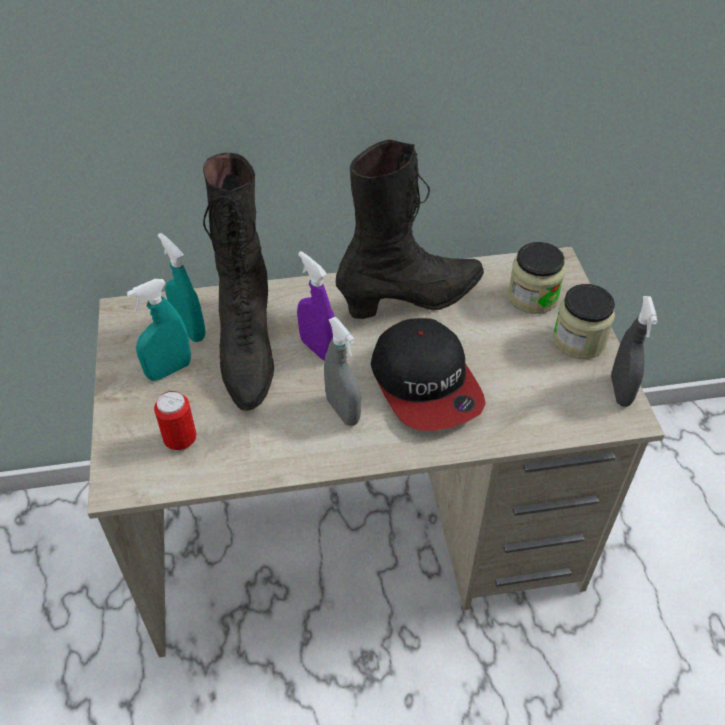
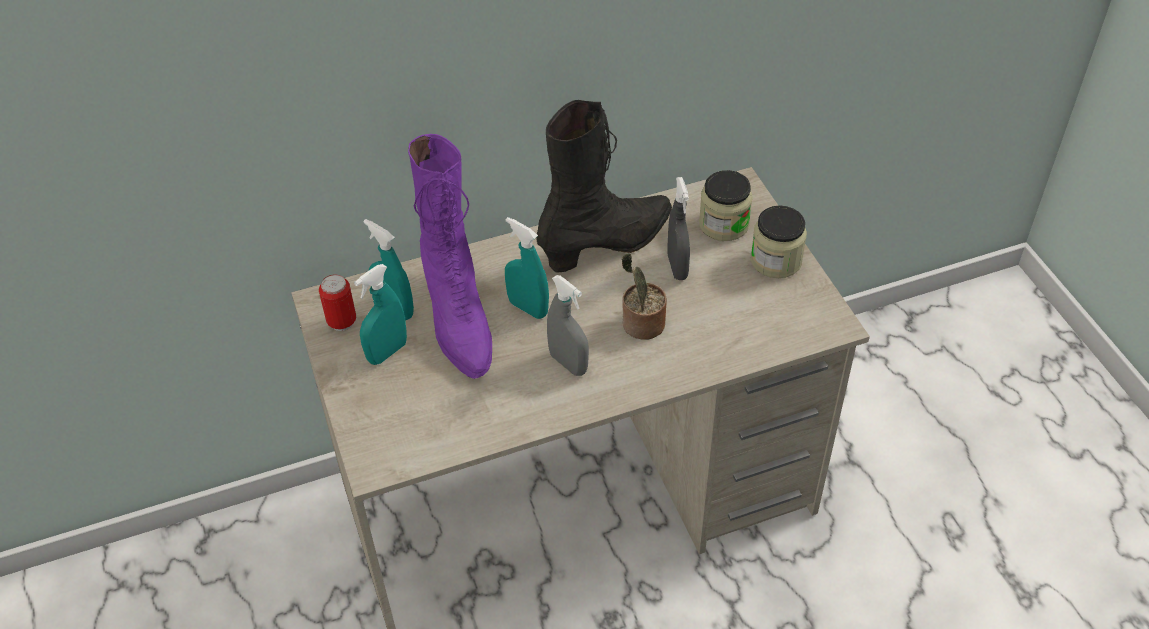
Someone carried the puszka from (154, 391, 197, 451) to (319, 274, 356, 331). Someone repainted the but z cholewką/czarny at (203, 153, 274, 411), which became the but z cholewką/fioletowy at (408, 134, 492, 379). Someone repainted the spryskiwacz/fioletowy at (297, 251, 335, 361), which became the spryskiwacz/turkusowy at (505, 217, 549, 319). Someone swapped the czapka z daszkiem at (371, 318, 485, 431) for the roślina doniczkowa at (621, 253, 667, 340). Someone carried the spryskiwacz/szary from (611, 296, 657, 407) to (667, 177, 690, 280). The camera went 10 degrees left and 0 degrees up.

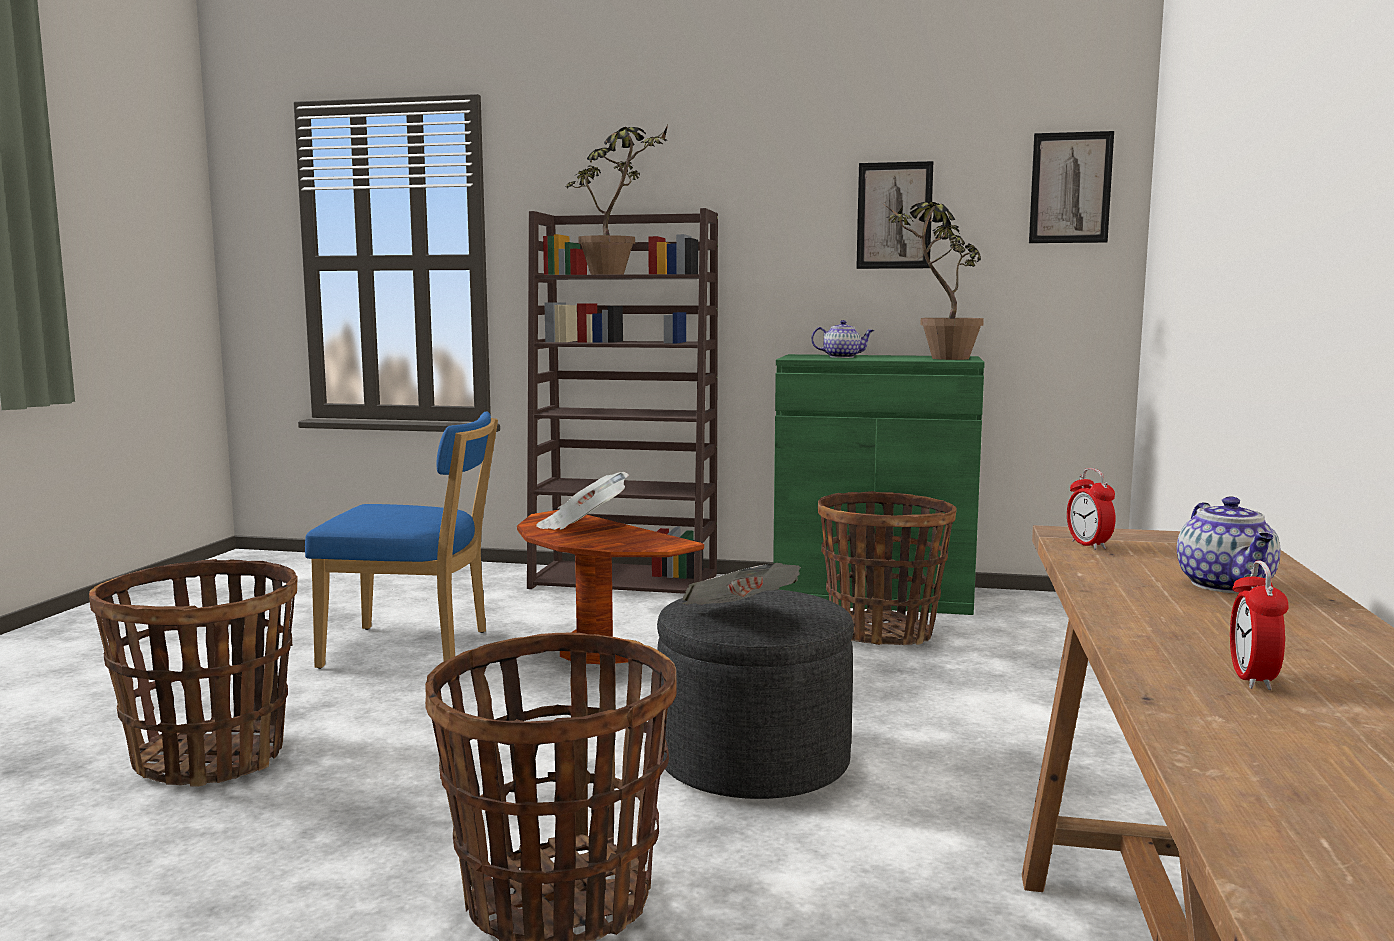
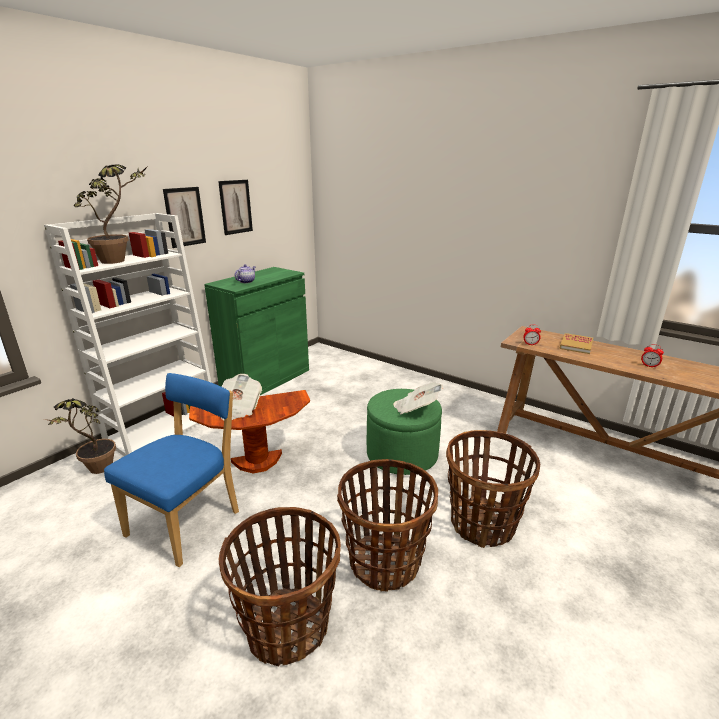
Someone repainted the regał/brązowy at (527, 208, 718, 594), which became the regał/biały at (44, 213, 212, 456). Someone repainted the pufa/szary at (657, 589, 854, 799), which became the pufa/zielony at (367, 389, 442, 475). Someone carried the koszyk from (818, 491, 957, 645) to (337, 459, 438, 592). Someone carried the roślina doniczkowa from (882, 202, 984, 360) to (44, 398, 116, 474). Someone carried the obraz from (1029, 131, 1114, 243) to (163, 187, 206, 248). Someone swapped the imbryk at (1177, 496, 1281, 593) for the książka at (560, 333, 593, 354). The camera went 65 degrees left and 15 degrees up.

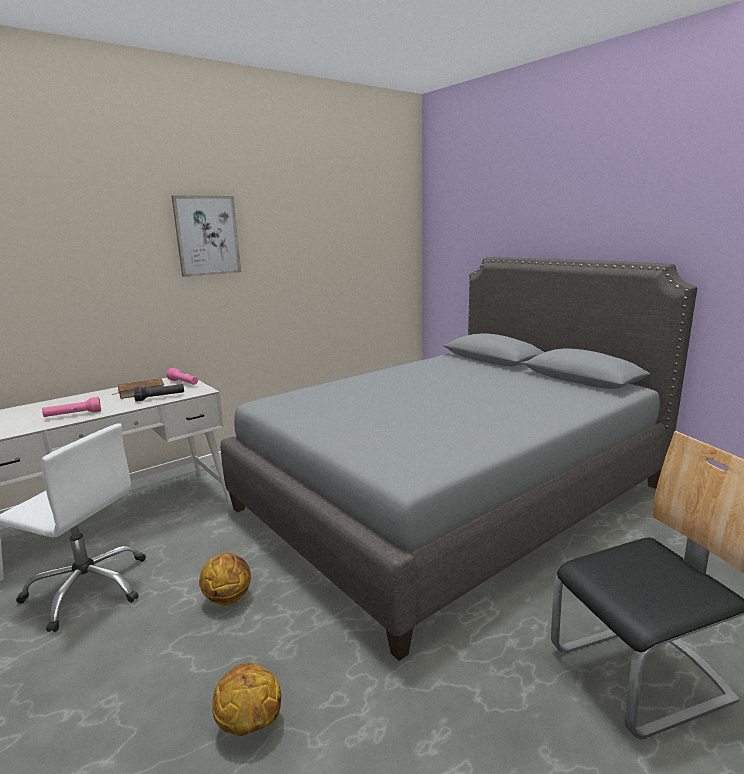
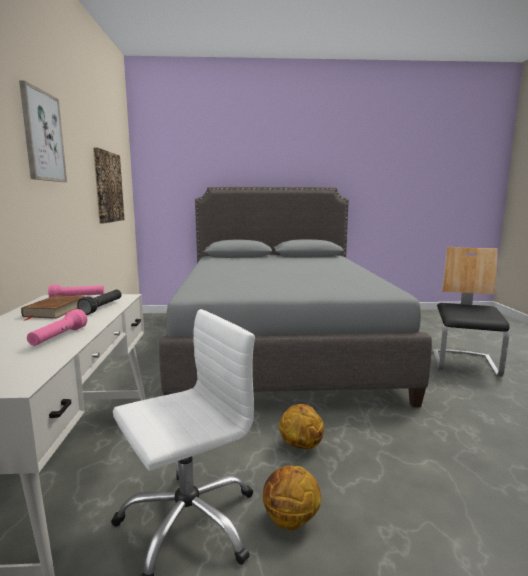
Someone carried the piłka do koszykówki from (212, 663, 281, 736) to (263, 466, 321, 531). Someone put up the obraz at (93, 148, 124, 223). The camera went 55 degrees left and 5 degrees down.

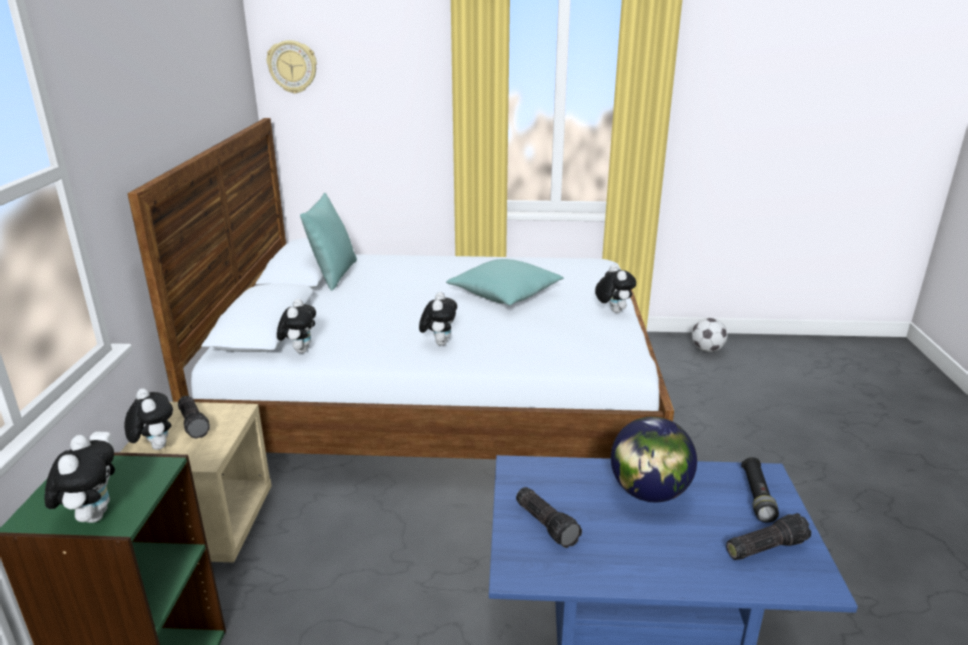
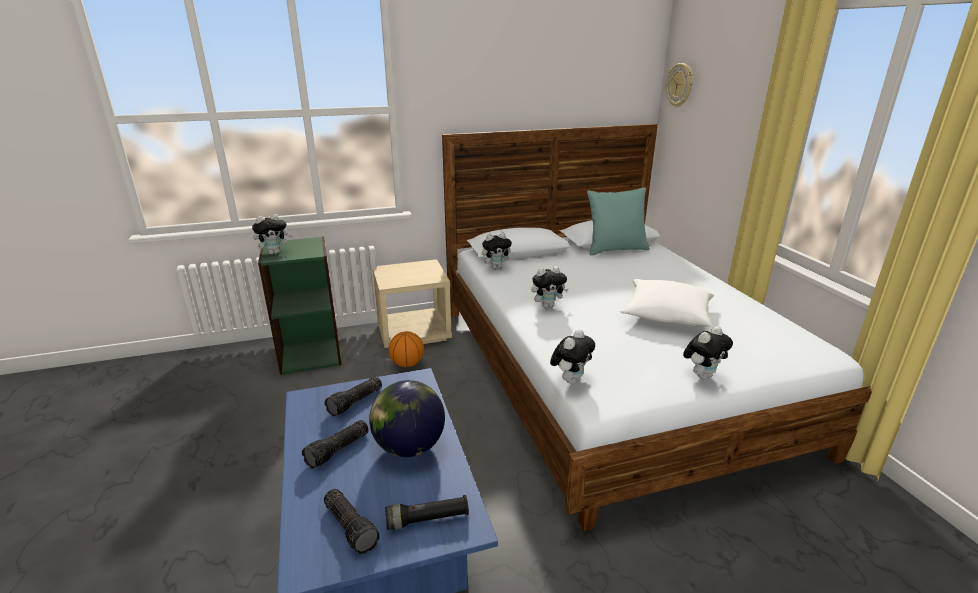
Someone carried the pluszak from (124, 388, 173, 450) to (550, 329, 595, 384). Someone carried the latarka from (178, 396, 210, 439) to (302, 420, 369, 469). Someone repainted the poduszka/turkusowy at (446, 259, 564, 306), which became the poduszka/biały at (620, 279, 714, 327). Someone took away the piłka futbolowa at (692, 318, 727, 352). Someone put down the piłka do koszykówki at (388, 331, 424, 367). The camera went 70 degrees right and 0 degrees up.

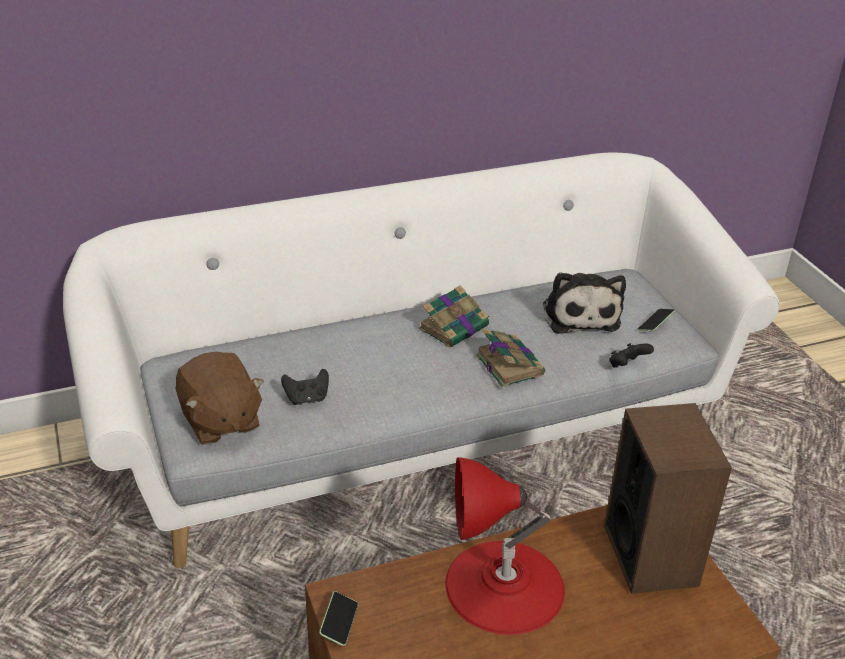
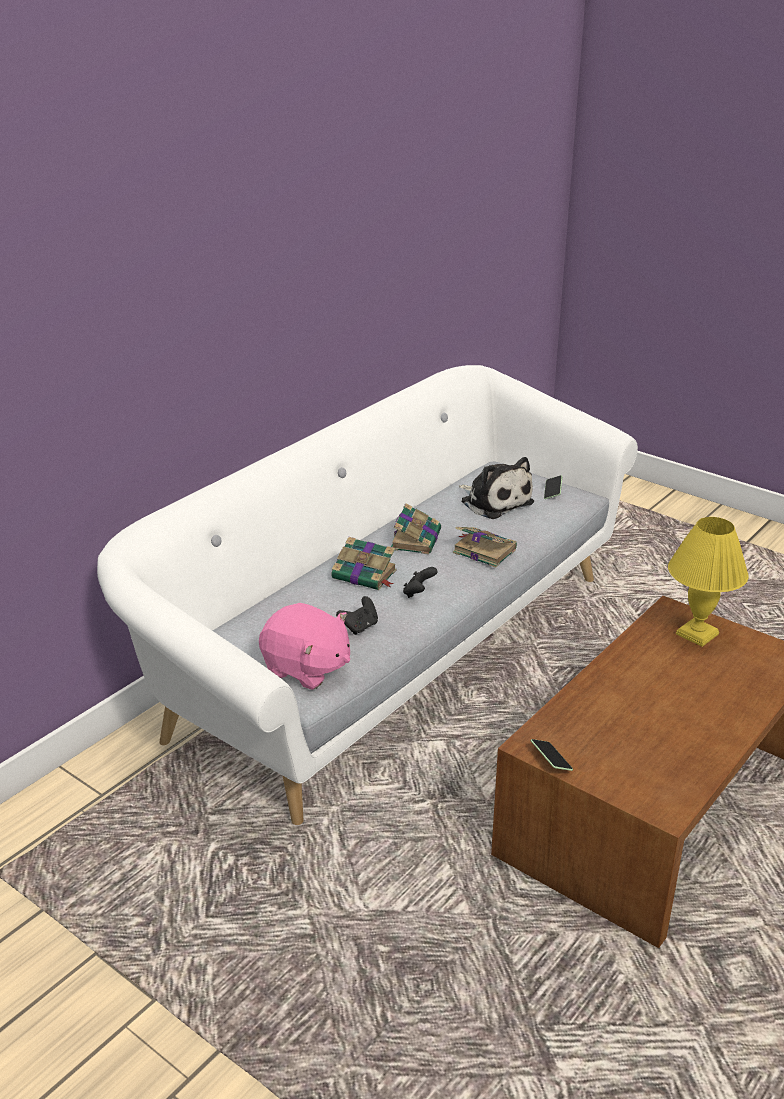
Someone repainted the pluszak/brązowy at (175, 352, 264, 445), which became the pluszak/różowy at (259, 603, 350, 690). Someone took away the lampa stołowa/czerwony at (445, 457, 565, 635). Someone swapped the głośnik at (604, 403, 732, 594) for the lampa stołowa/żółty at (668, 517, 749, 647). Someone carried the pad do gier/czarny from (609, 343, 654, 368) to (403, 567, 438, 598). Someone put down the książka at (331, 537, 397, 590). The camera went 30 degrees left and 5 degrees down.

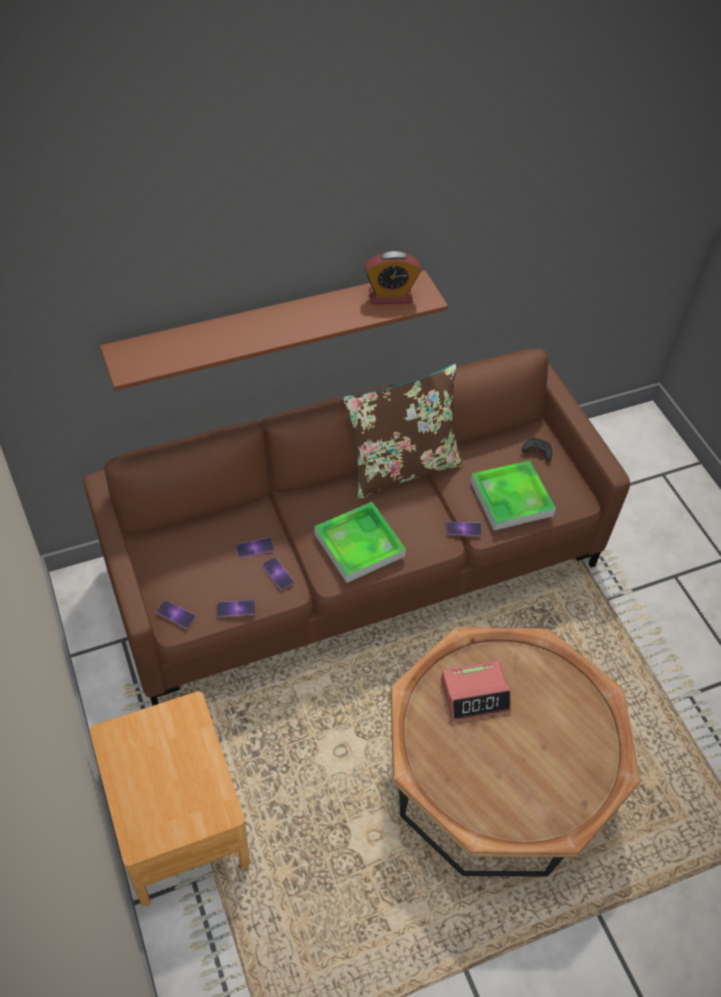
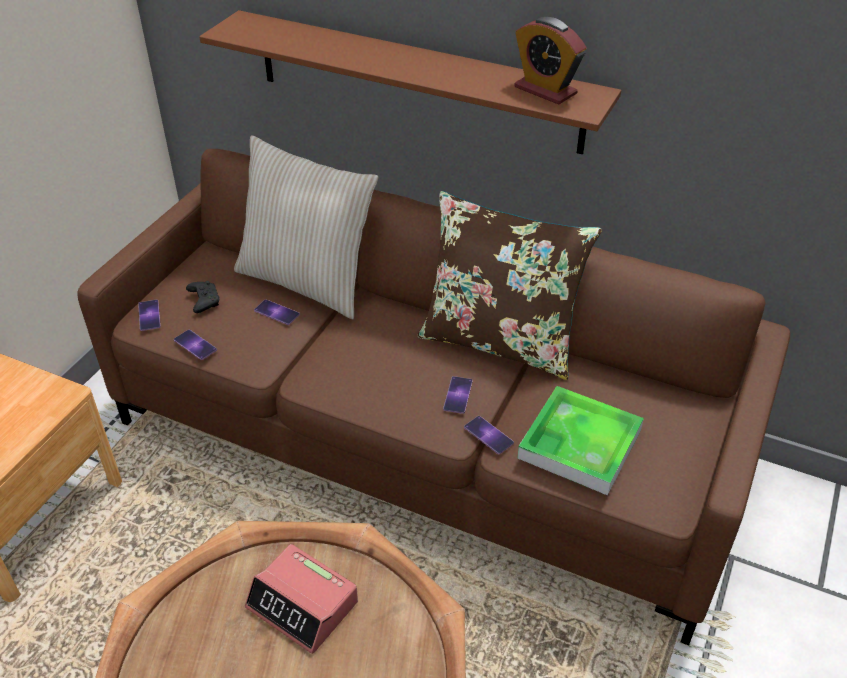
Someone carried the telefon from (262, 557, 294, 590) to (443, 376, 473, 414). Someone took away the taca at (314, 502, 406, 583). Someone carried the pad do gier/czarny from (522, 437, 552, 462) to (186, 281, 219, 313). Someone put down the poduszka/beżowy at (234, 135, 378, 319). The camera went 50 degrees right and 10 degrees down.

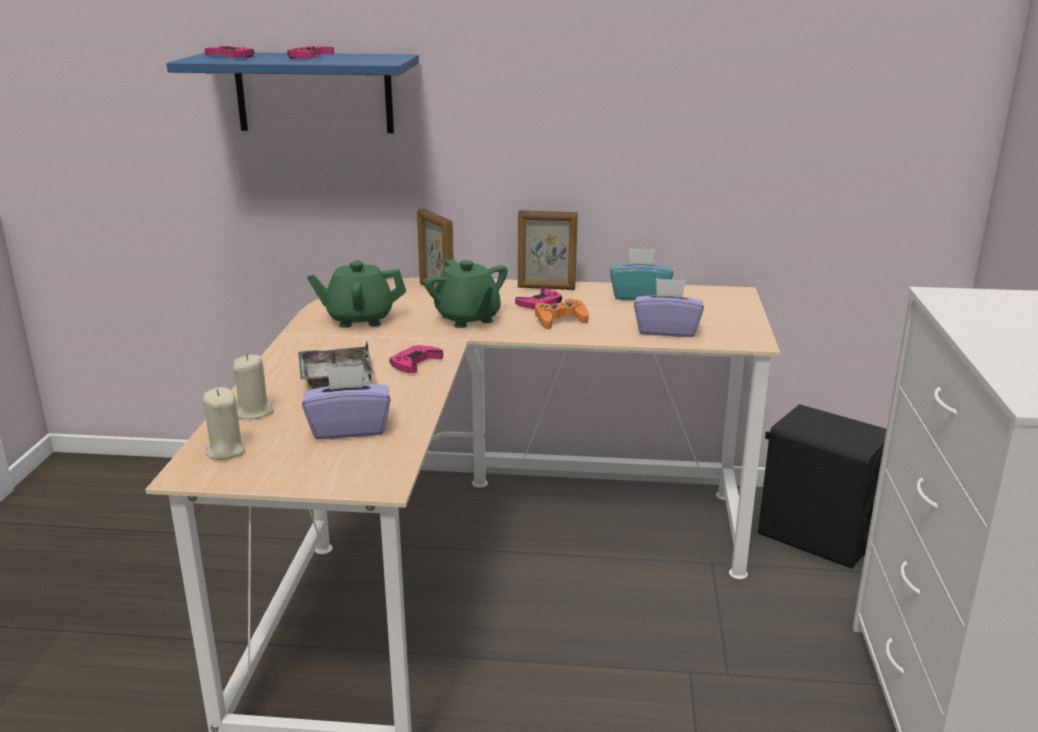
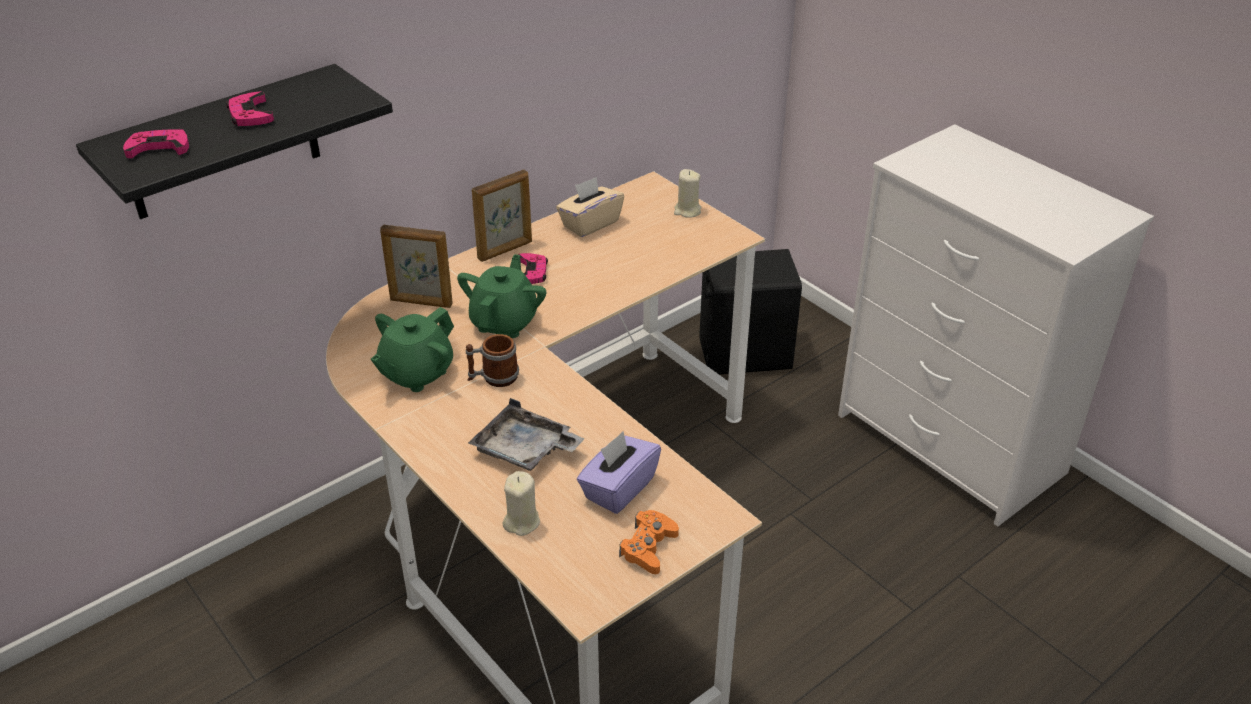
Someone repainted the półka/niebieski at (166, 53, 419, 133), which became the półka/czarny at (76, 64, 393, 219). Someone carried the świeca/beżowy from (203, 387, 245, 460) to (674, 169, 701, 218). Someone took away the pad do gier/różowy at (390, 345, 443, 373). Someone rotated the imbryk/zielony at (425, 259, 508, 328) by 90 degrees counterclockwise. Someone carried the pad do gier/pomarańczowy from (535, 299, 588, 329) to (619, 510, 679, 574). Someone repainted the pudełko chusteczek/turkusowy at (610, 248, 673, 300), which became the pudełko chusteczek/beżowy at (556, 177, 624, 237). Someone took away the pudełko chusteczek/fioletowy at (634, 278, 704, 337). Someone put down the kubek at (465, 334, 519, 387). The camera went 45 degrees left and 15 degrees up.

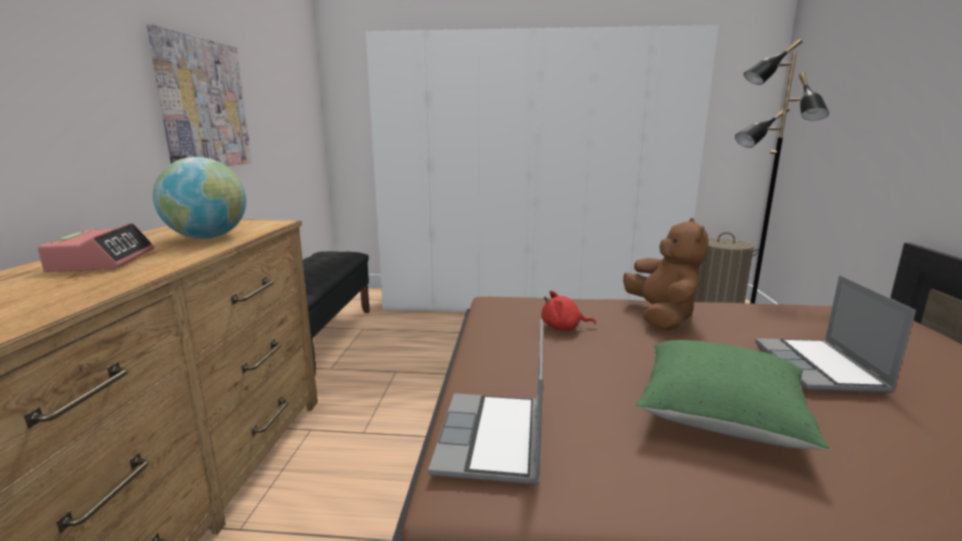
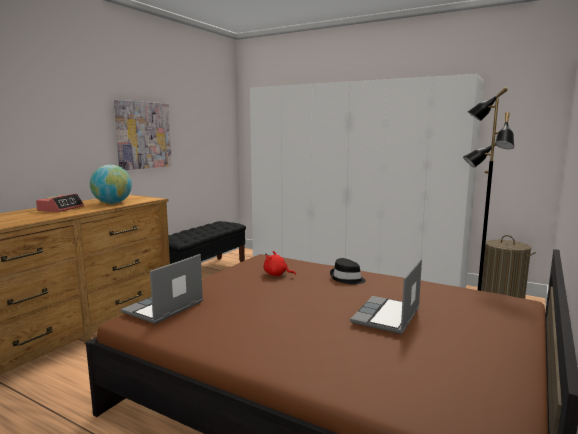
Someone swapped the pluszak/brązowy at (623, 218, 709, 330) for the kapelusz/czarny at (330, 258, 366, 284). Someone took away the poduszka/zielony at (636, 340, 829, 450). The camera went 25 degrees right and 5 degrees down.

